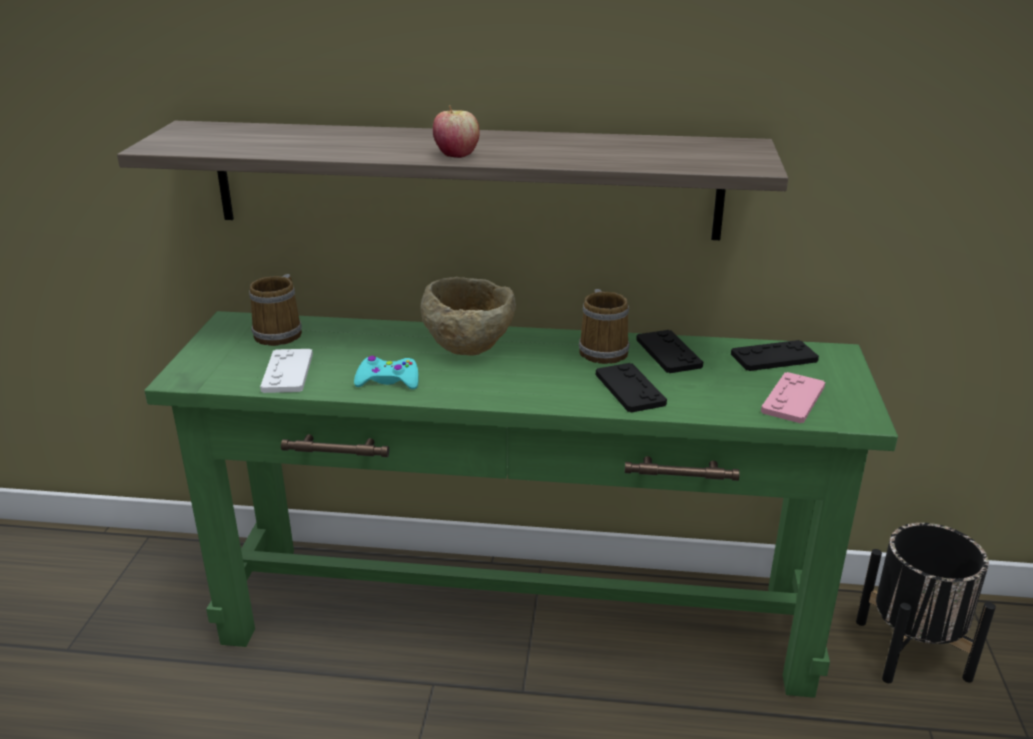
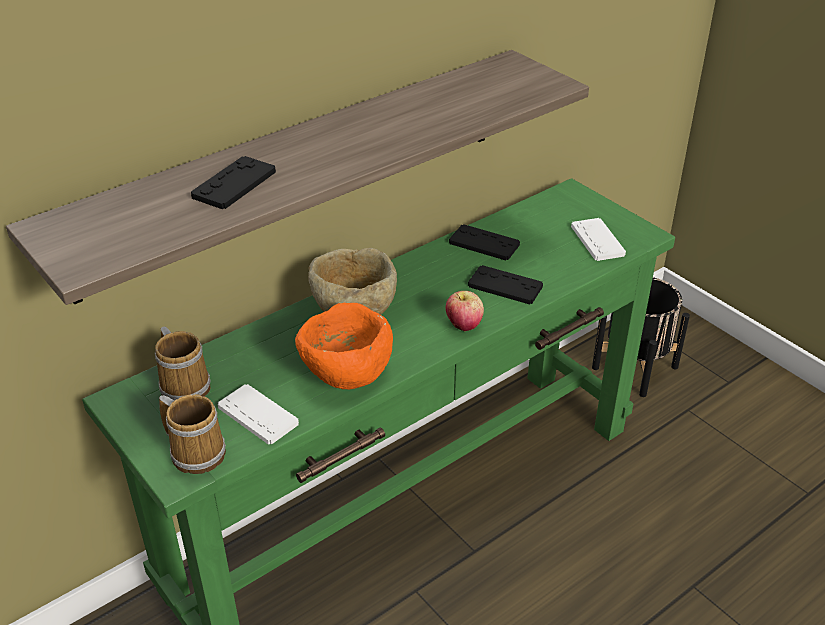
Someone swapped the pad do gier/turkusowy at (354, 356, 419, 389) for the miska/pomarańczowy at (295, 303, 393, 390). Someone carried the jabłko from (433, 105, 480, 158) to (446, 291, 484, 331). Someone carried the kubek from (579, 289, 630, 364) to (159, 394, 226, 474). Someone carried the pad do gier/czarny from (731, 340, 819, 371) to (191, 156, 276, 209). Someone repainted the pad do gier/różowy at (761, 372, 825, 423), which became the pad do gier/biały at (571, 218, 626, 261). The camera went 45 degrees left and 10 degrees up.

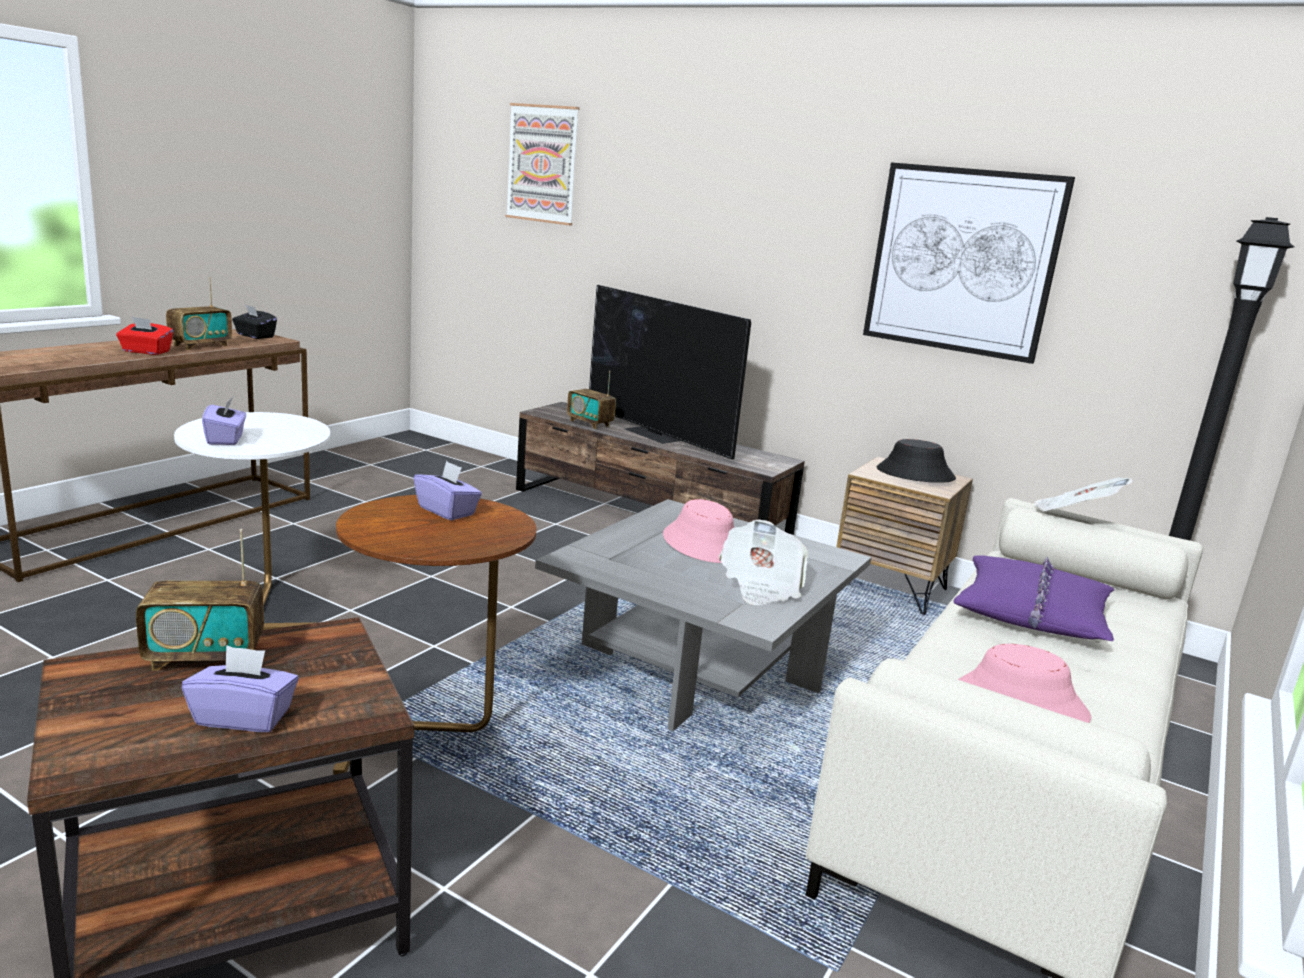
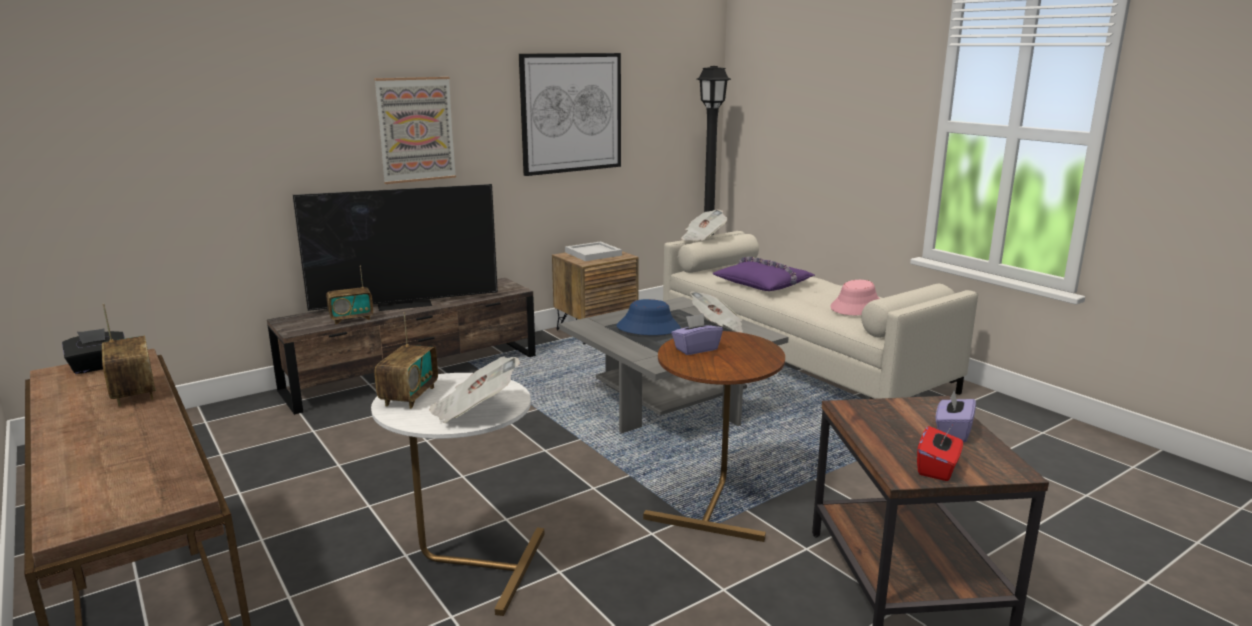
Someone carried the pudełko chusteczek/czerwony from (116, 317, 173, 355) to (917, 426, 963, 481). Someone carried the radio from (136, 529, 264, 671) to (375, 312, 438, 409). Someone swapped the pudełko chusteczek/fioletowy at (202, 397, 246, 445) for the gazeta at (429, 357, 520, 423). Someone carried the obraz from (505, 103, 580, 226) to (374, 77, 456, 184). Someone repainted the kapelusz/różowy at (663, 499, 734, 563), which became the kapelusz/niebieski at (616, 299, 681, 335). Someone swapped the kapelusz/czarny at (877, 439, 956, 483) for the taca/biały at (565, 241, 622, 261). The camera went 65 degrees left and 0 degrees up.

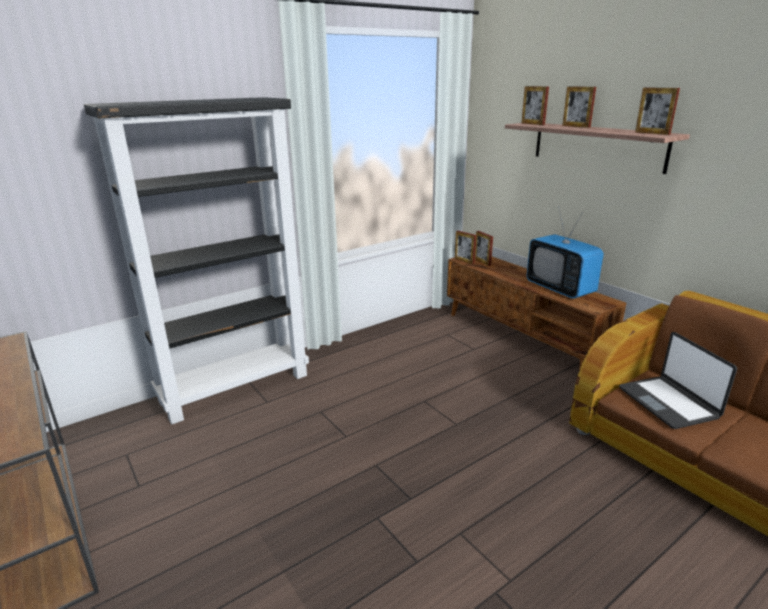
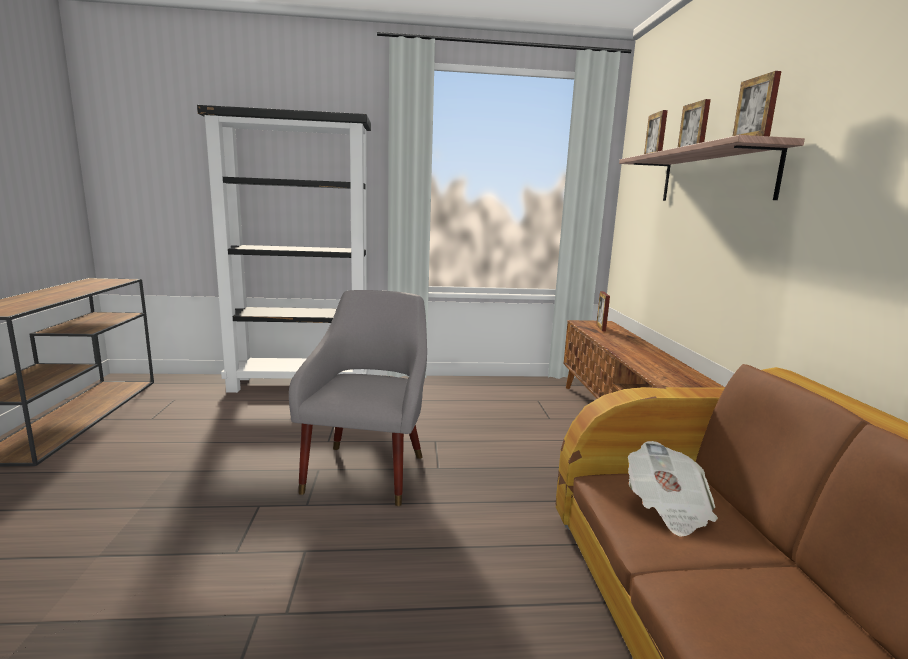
Someone took away the ramka na zdjęcie at (455, 231, 476, 264). Someone took away the telewizor at (526, 209, 604, 299). Someone swapped the laptop at (619, 332, 737, 429) for the gazeta at (628, 441, 718, 537). Someone put down the fotel/szary at (289, 290, 427, 506). The camera went 30 degrees right and 10 degrees down.

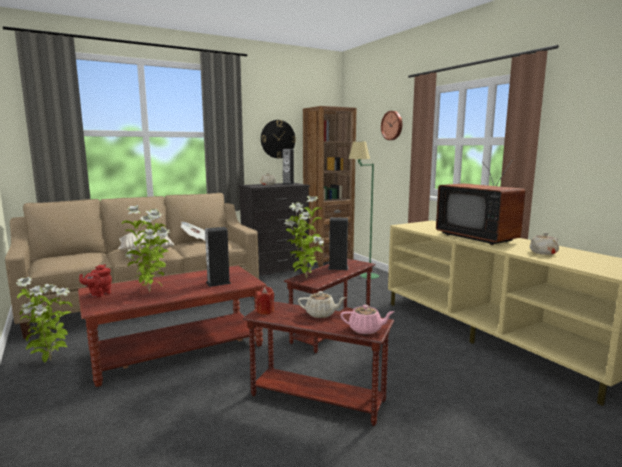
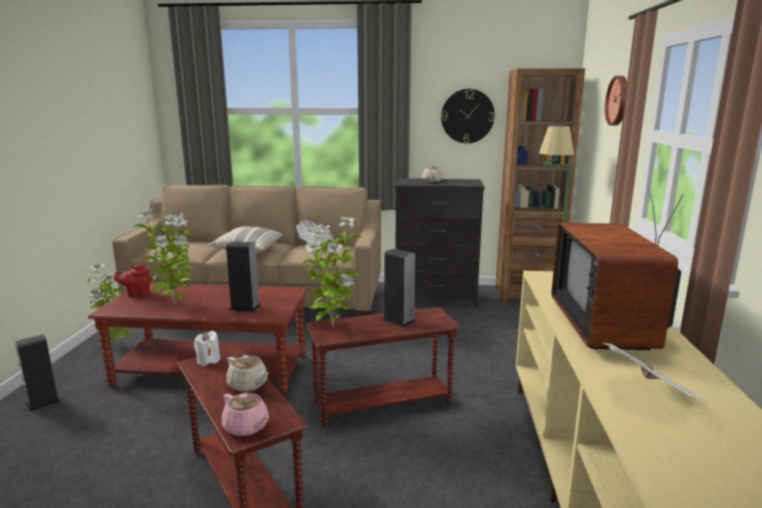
Someone repainted the świeca/czerwony at (256, 286, 274, 315), which became the świeca/biały at (194, 331, 220, 366). Someone carried the głośnik from (283, 149, 295, 185) to (15, 334, 61, 412). Someone swapped the imbryk/beżowy at (530, 233, 559, 255) for the gazeta at (603, 343, 704, 399). The camera went 35 degrees right and 5 degrees up.

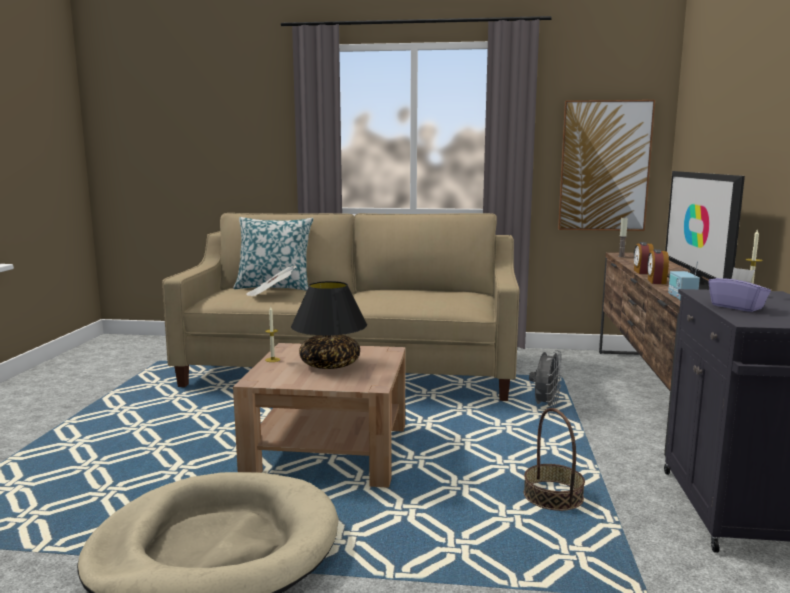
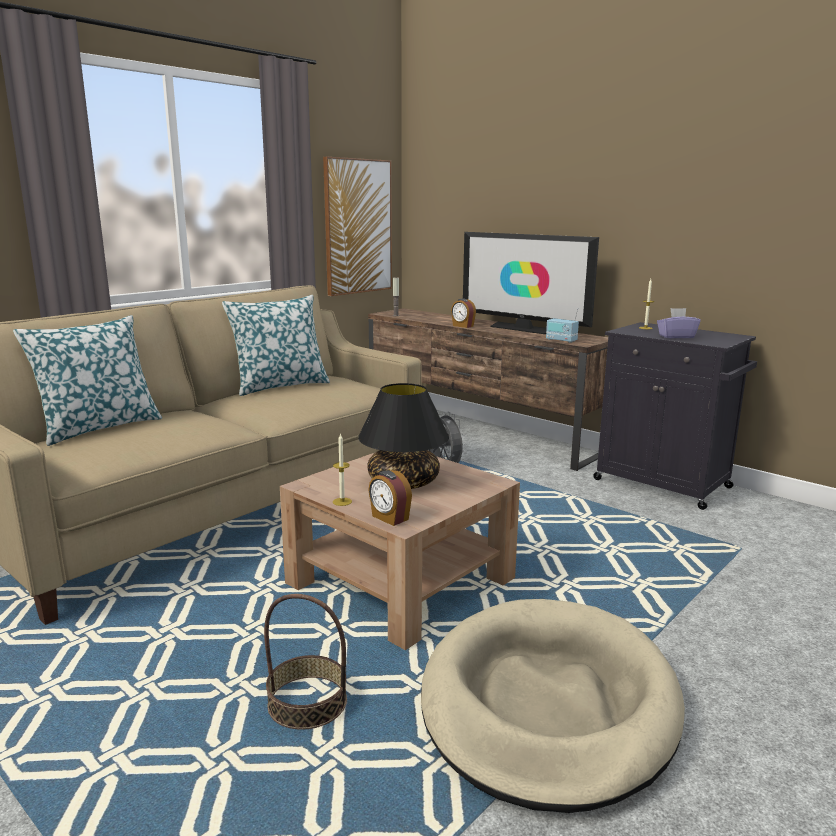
Someone took away the gazeta at (246, 266, 296, 296). Someone carried the koszyk from (524, 408, 585, 511) to (264, 594, 347, 730). Someone carried the budzik from (647, 249, 669, 284) to (368, 470, 412, 526). Someone put down the poduszka at (222, 295, 330, 396). The camera went 55 degrees left and 5 degrees up.

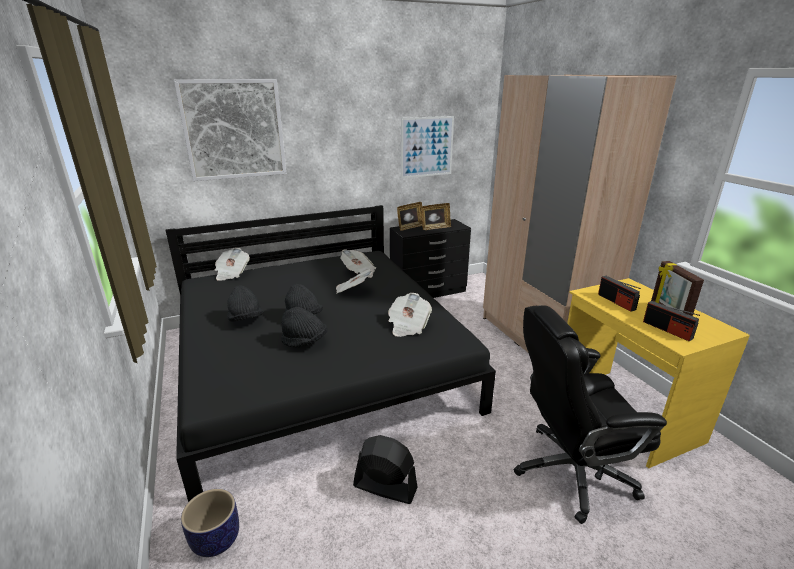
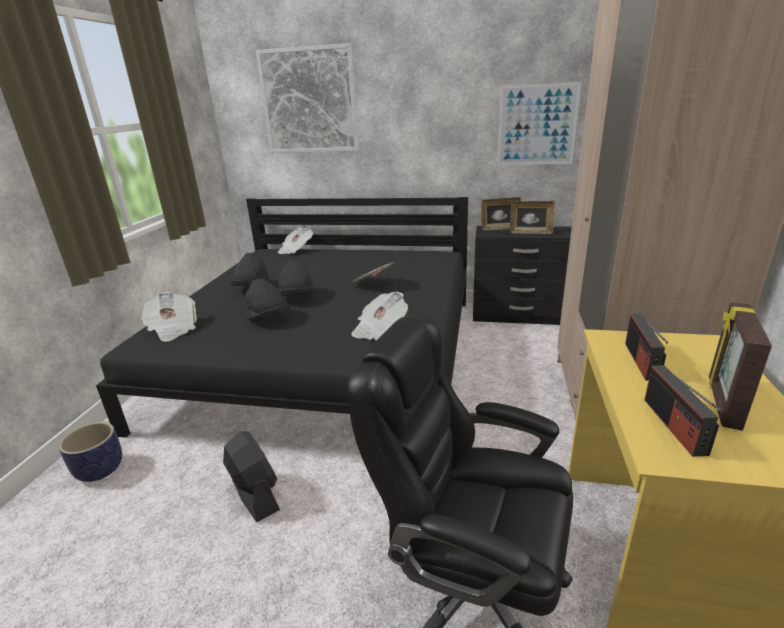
Someone carried the gazeta from (340, 249, 376, 278) to (141, 292, 197, 342). The camera went 35 degrees right and 0 degrees up.

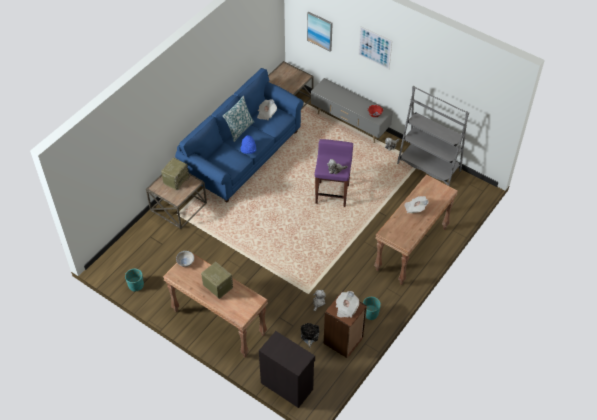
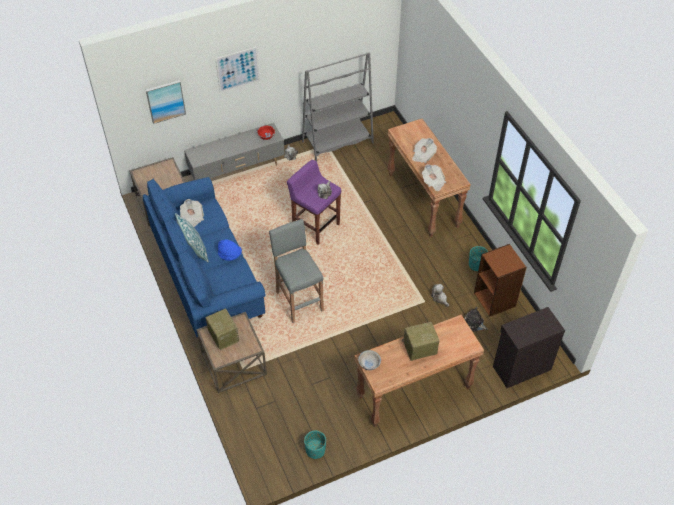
Someone carried the gazeta from (336, 291, 360, 318) to (422, 164, 446, 191). Someone put down the stołek/szary at (269, 219, 324, 323). The camera went 60 degrees left and 0 degrees up.

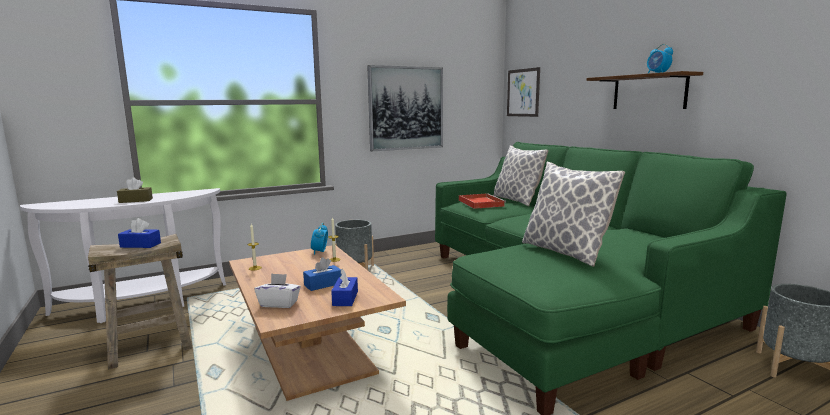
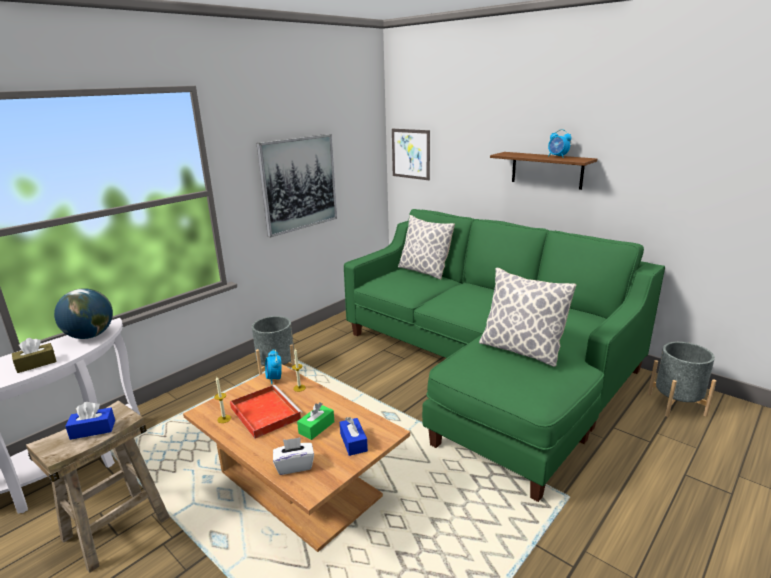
Someone repainted the pudełko chusteczek/niebieski at (303, 257, 342, 291), which became the pudełko chusteczek/zielony at (297, 402, 334, 440). Someone carried the taca/czerwony from (459, 193, 506, 209) to (230, 385, 302, 439). Someone put down the globus at (54, 288, 113, 339). The camera went 20 degrees left and 10 degrees up.

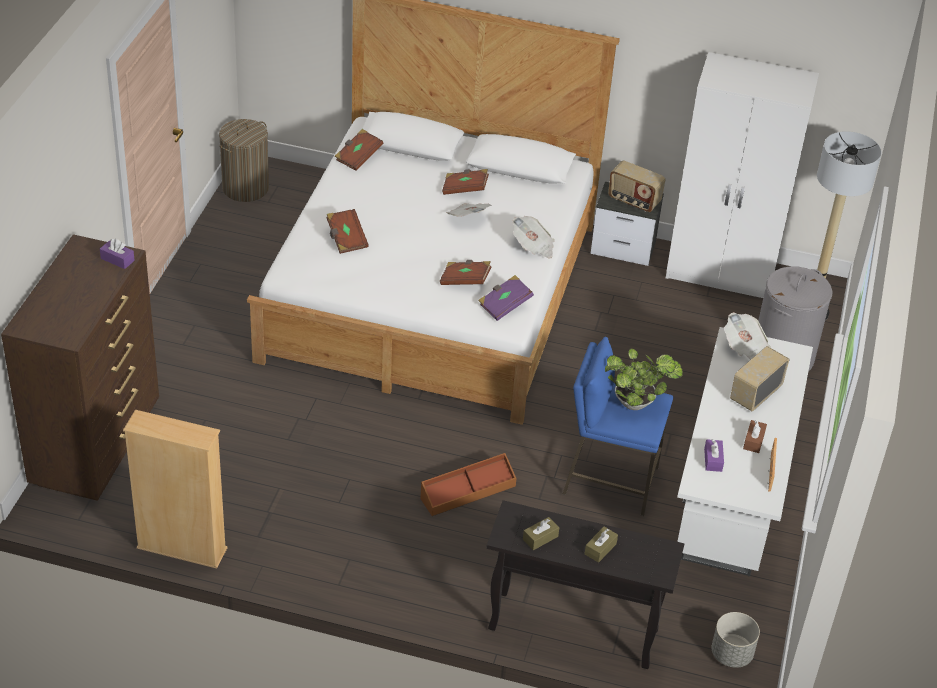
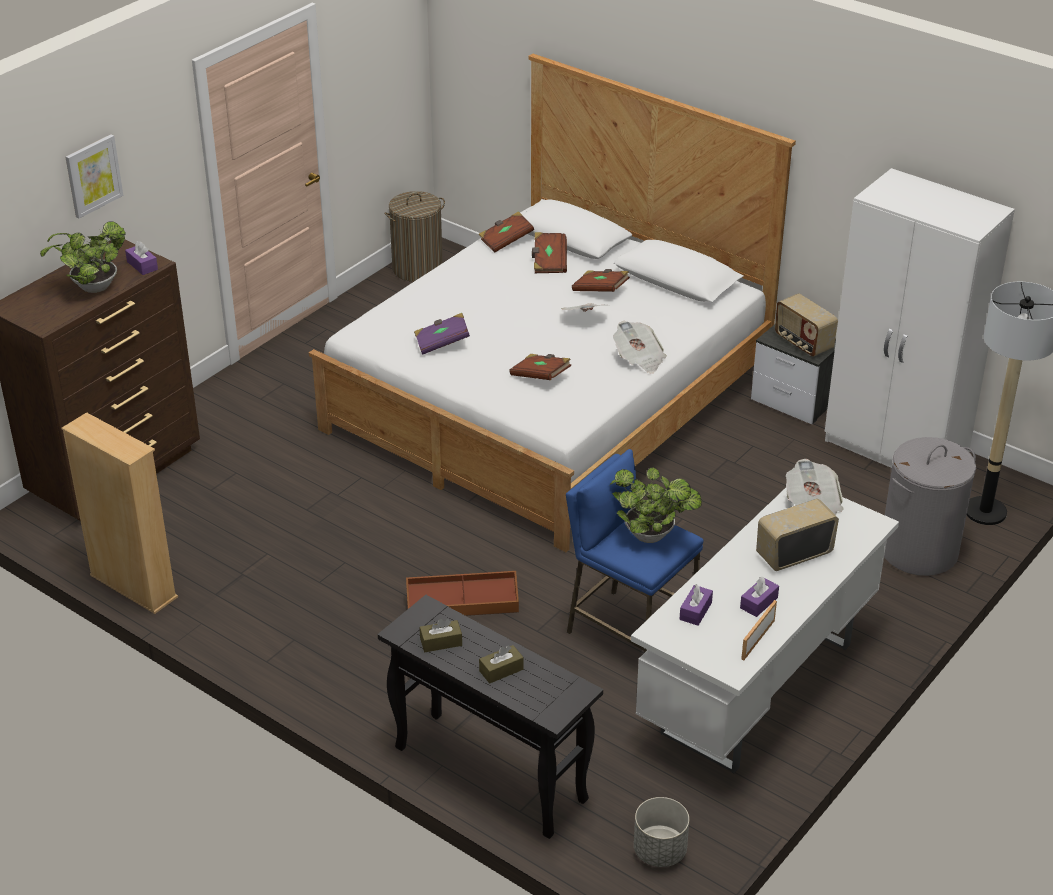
Someone carried the książka/brązowy from (327, 209, 369, 254) to (532, 232, 567, 273). Someone carried the książka/fioletowy from (478, 275, 534, 321) to (414, 313, 470, 355). Someone repainted the pudełko chusteczek/brązowy at (743, 420, 767, 453), which became the pudełko chusteczek/fioletowy at (740, 577, 779, 617). Someone put down the roślina doniczkowa at (40, 222, 126, 293). Someone put up the obraz at (66, 134, 123, 219). The camera went 25 degrees right and 5 degrees down.

